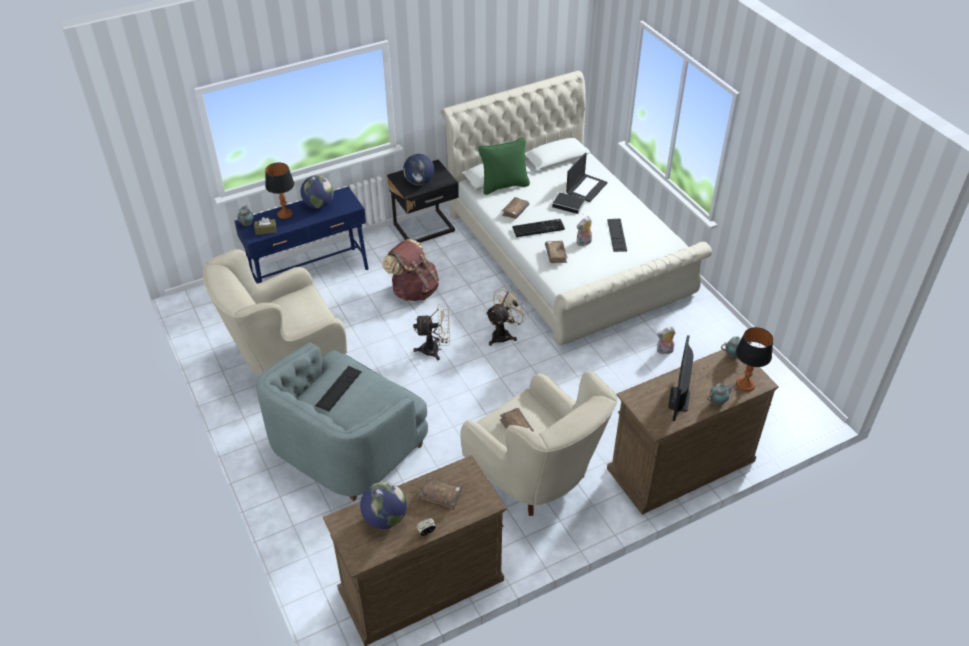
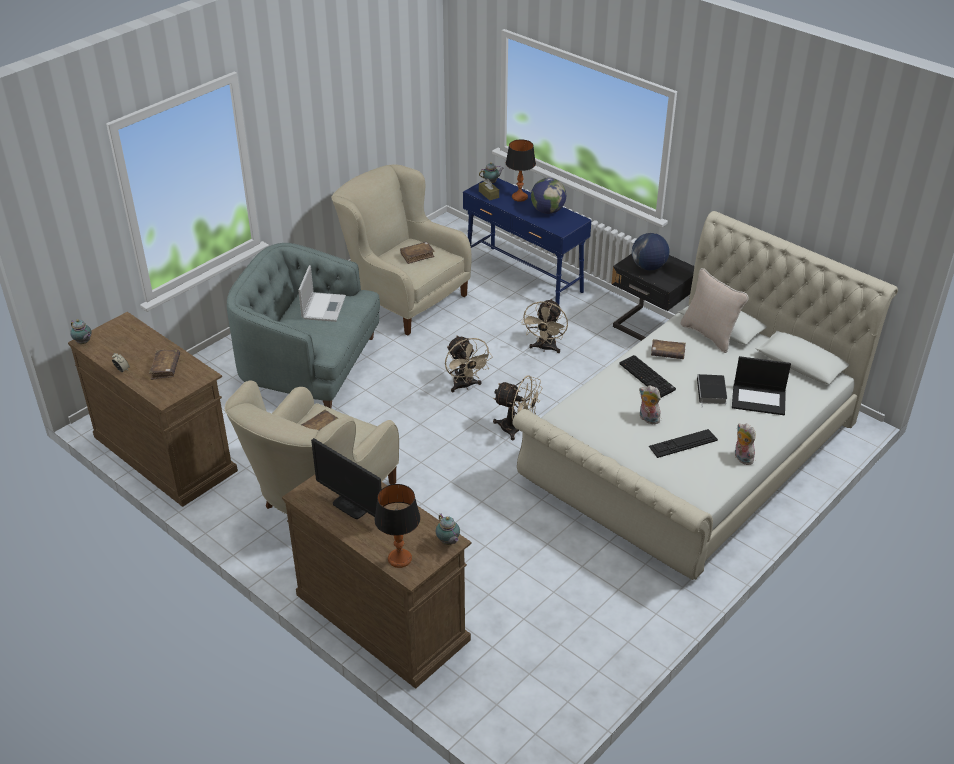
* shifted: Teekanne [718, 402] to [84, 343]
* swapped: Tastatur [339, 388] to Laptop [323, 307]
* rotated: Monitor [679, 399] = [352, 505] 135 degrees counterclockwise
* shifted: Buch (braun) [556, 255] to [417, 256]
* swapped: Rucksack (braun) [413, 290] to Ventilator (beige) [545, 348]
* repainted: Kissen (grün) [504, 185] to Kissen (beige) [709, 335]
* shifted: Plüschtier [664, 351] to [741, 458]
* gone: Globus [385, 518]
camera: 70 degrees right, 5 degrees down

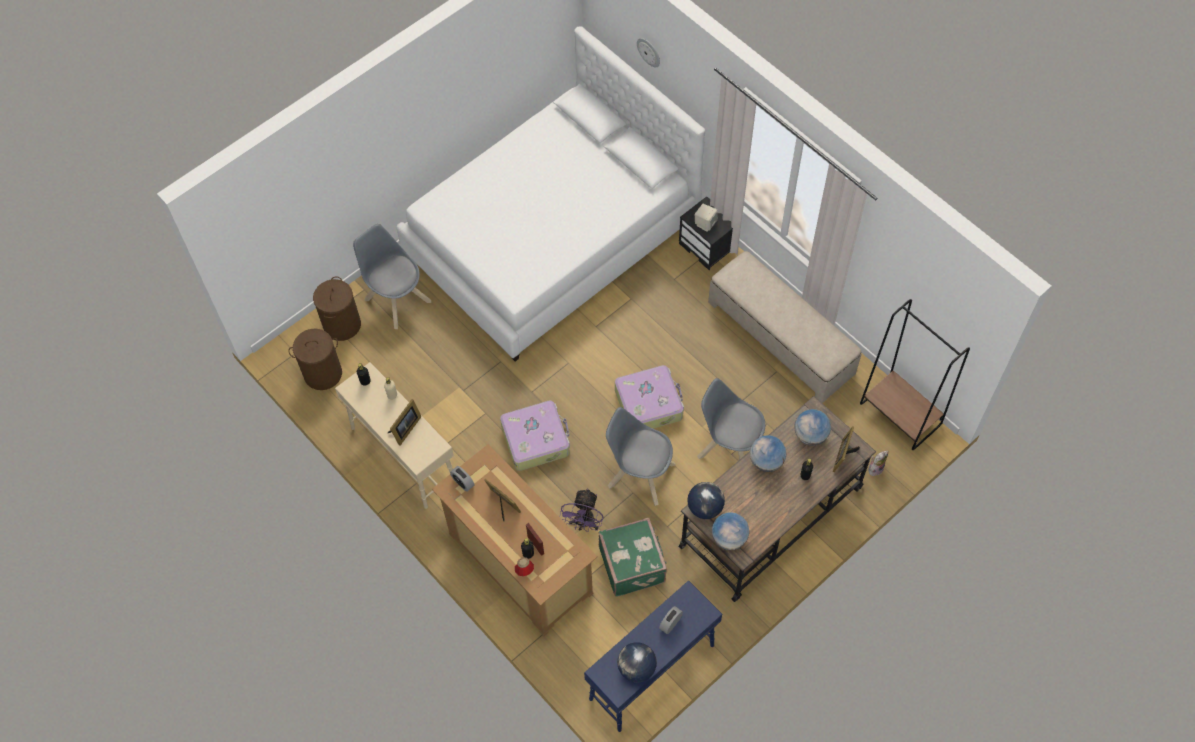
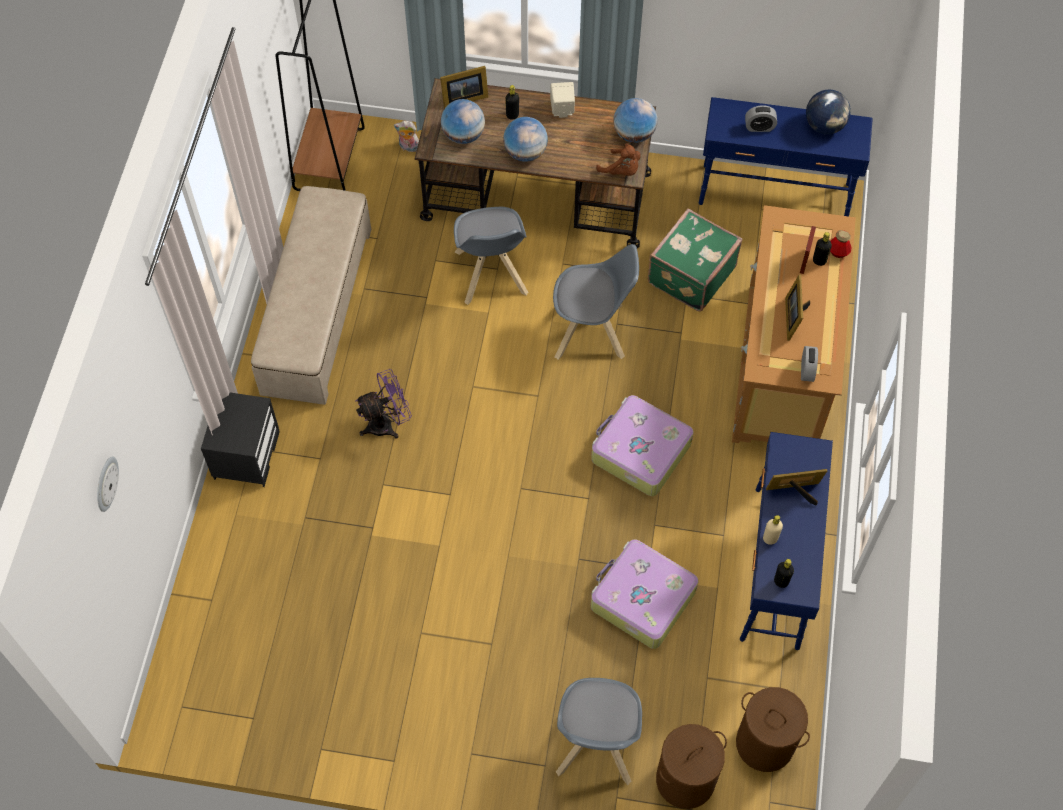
* shifted: Ventilator (lila) [584, 524] to [387, 424]
* shifted: Lautsprecher (beige) [705, 223] to [562, 109]
* rotated: Stuhl (grau) [639, 474] = [591, 331] 75 degrees counterclockwise
* shifted: Koffer [649, 403] to [641, 599]
* swapped: Globus [704, 507] to Plüschtier (braun) [621, 171]
* repainted: Konsolentisch (beige) [404, 455] to Konsolentisch (blau) [775, 567]
* gone: Bett (weiß) [552, 236]
camera: 130 degrees left, 0 degrees up

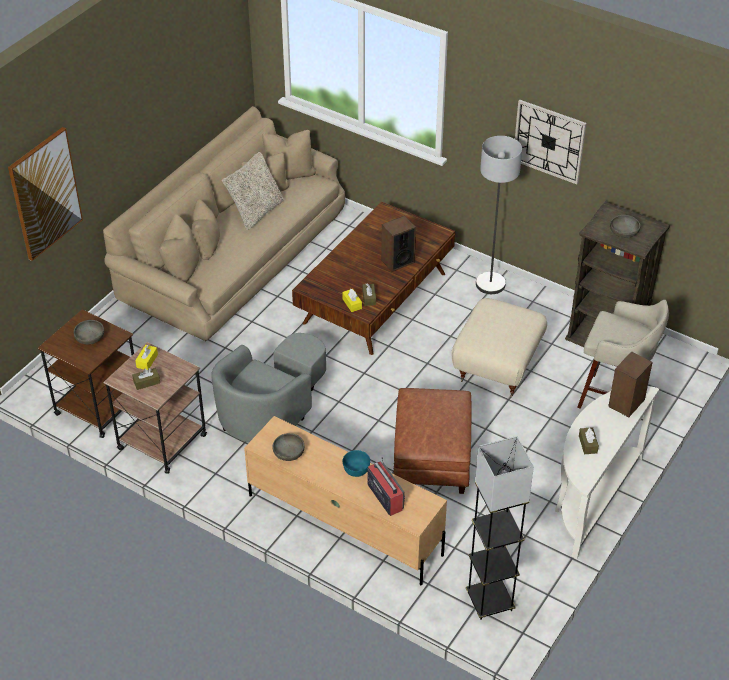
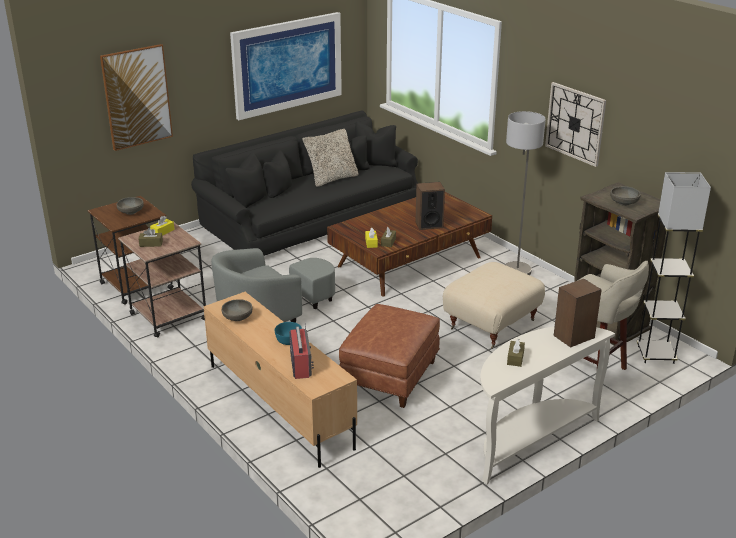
* repainted: Sofa (beige) [234, 255] to Sofa (schwarz) [312, 217]
* new: Bild [287, 64]
* shifted: Stehlampe (grau) [490, 601] to [656, 355]
camera: 20 degrees right, 15 degrees down

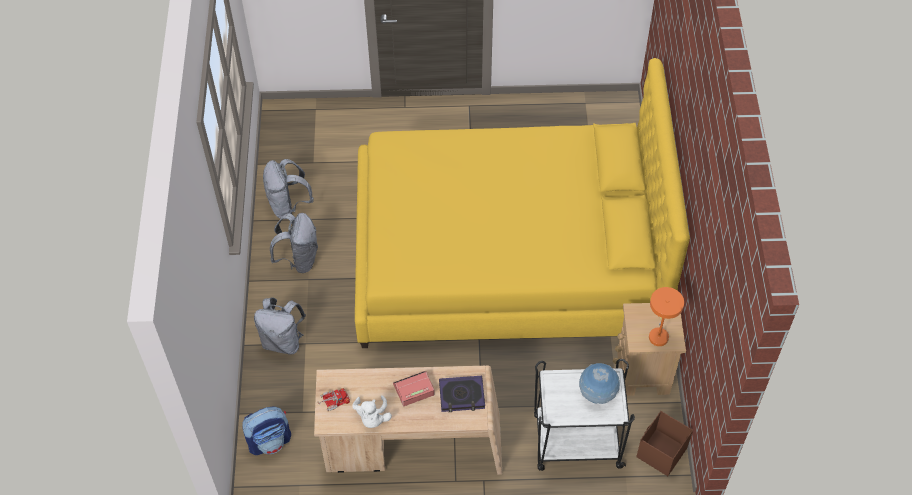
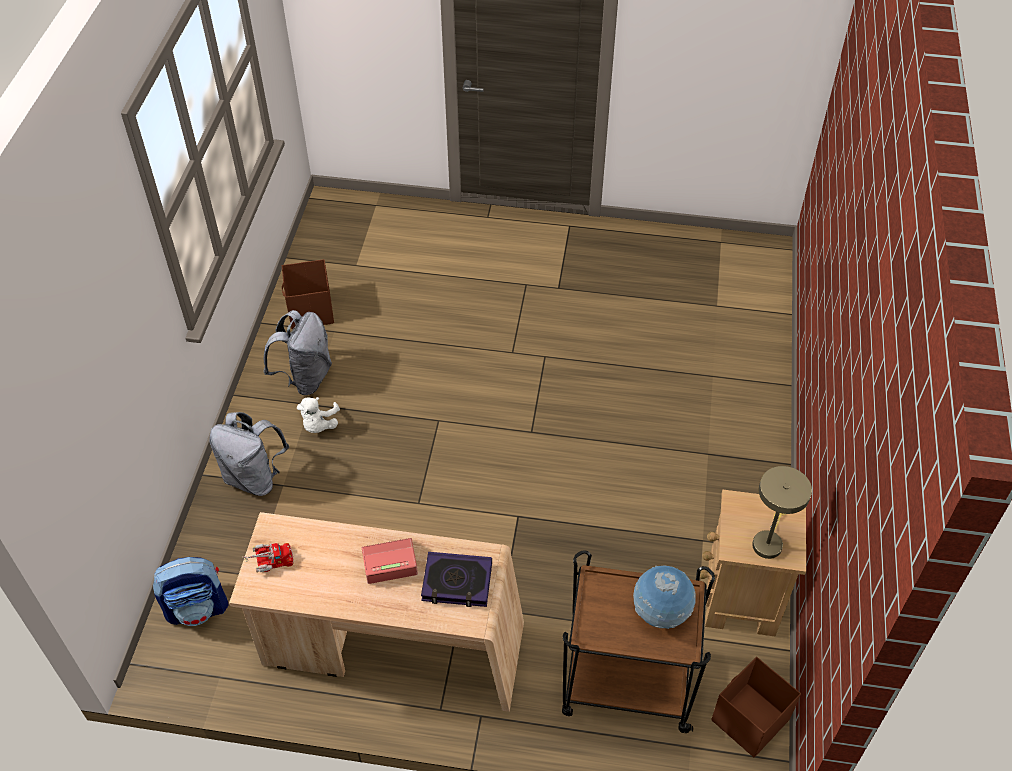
* swapped: Rucksack (grau) [288, 205] to Aufbewahrungsbox (braun) [310, 311]
* shifted: Plüschtier (weiß) [372, 418] to [319, 425]
* repainted: Rollwagen (weiß) [576, 441] to Rollwagen (braun) [626, 681]
* repainted: Tischlampe (orange) [659, 334] to Tischlampe (beige) [768, 541]
* gone: Bett (gelb) [508, 258]
camera: 10 degrees right, 5 degrees down

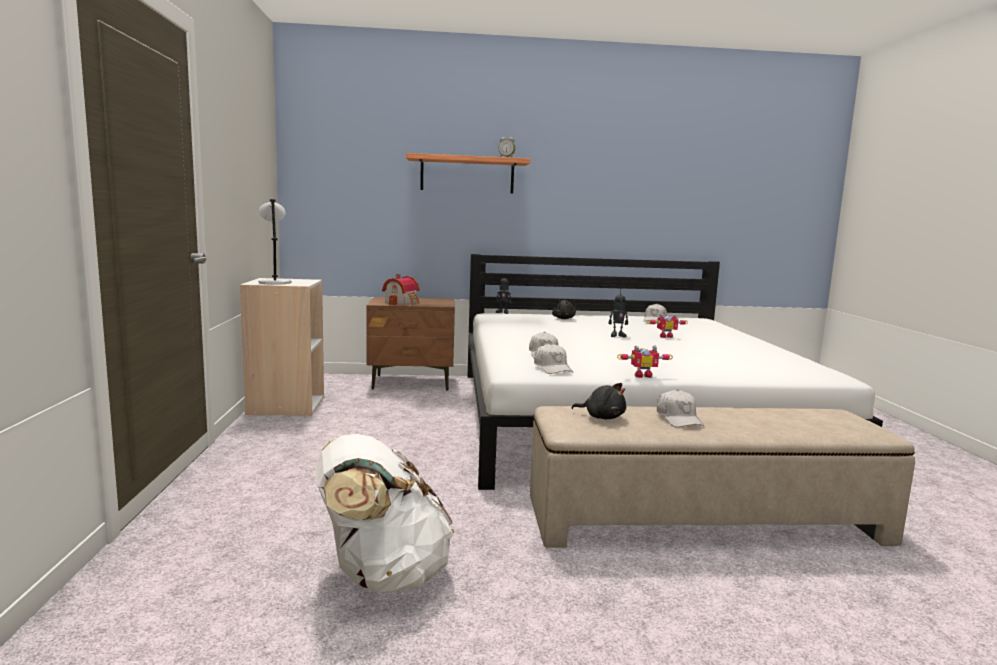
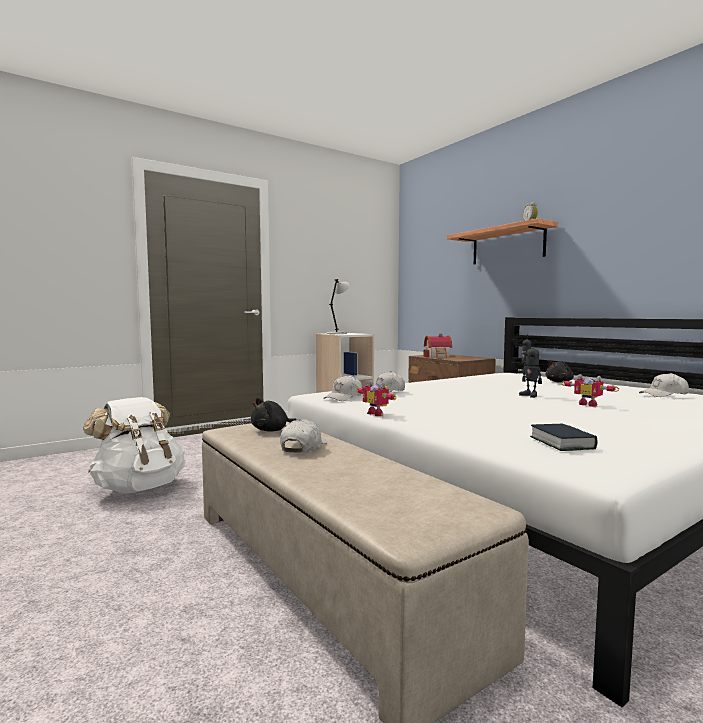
* rotated: Plüschtier (schwarz) [602, 417] = [272, 430] 60 degrees clockwise
* rotated: Kappe (weiß) [678, 419] = [303, 447] 150 degrees clockwise
* new: Buch [562, 443]
camera: 60 degrees right, 5 degrees down

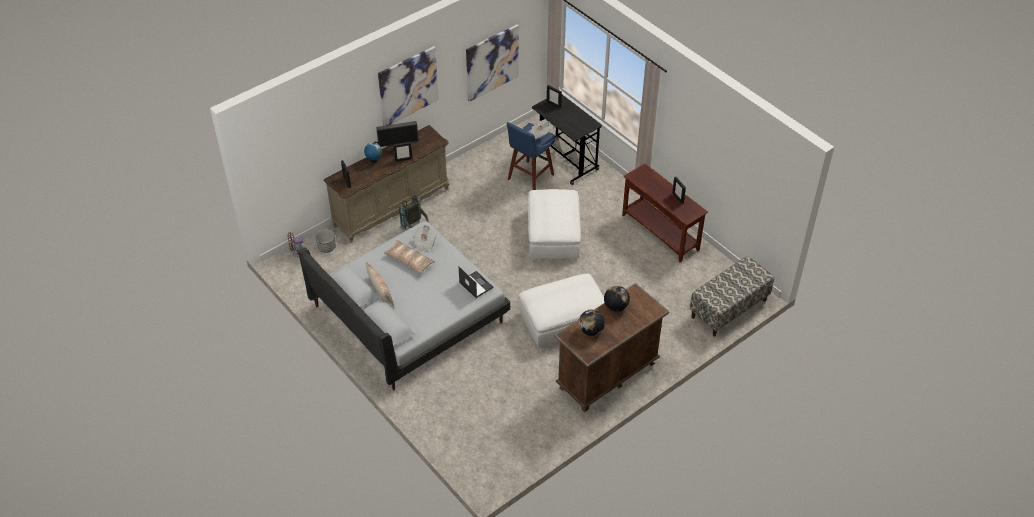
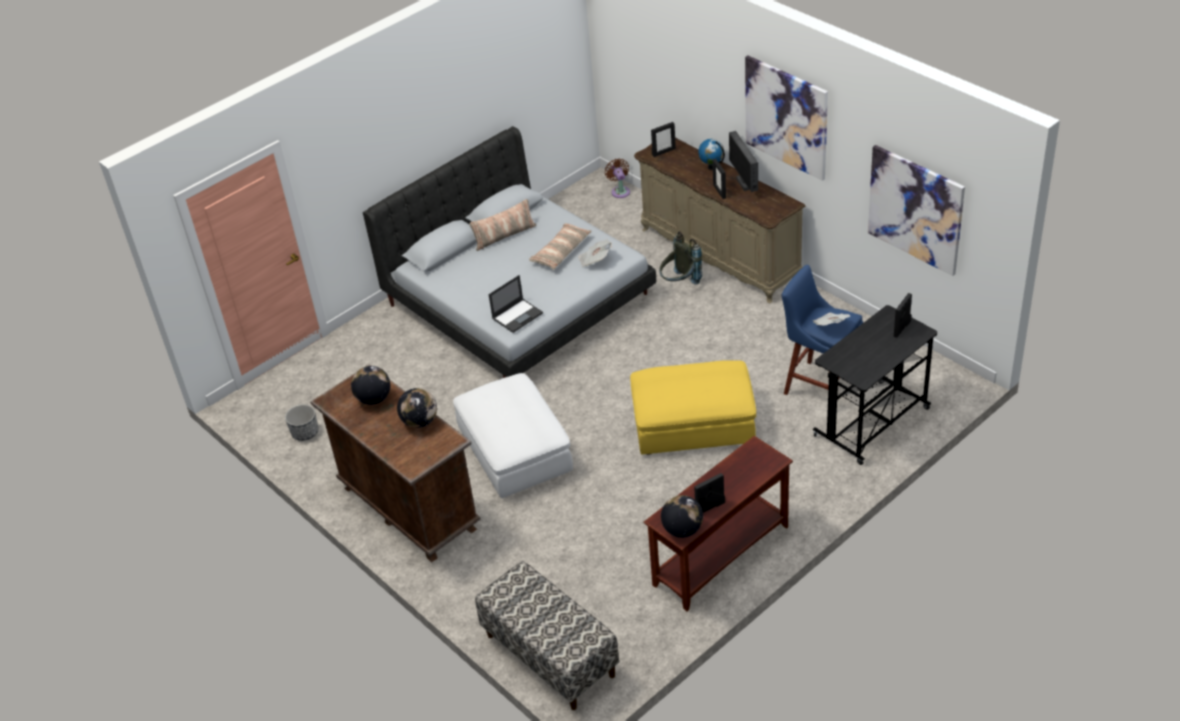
* shifted: Pflanzkübel [326, 247] to [305, 432]
* repainted: Polsterhocker (weiß) [553, 235] to Polsterhocker (gelb) [692, 425]
* new: Globus [682, 530]
camera: 90 degrees right, 5 degrees down

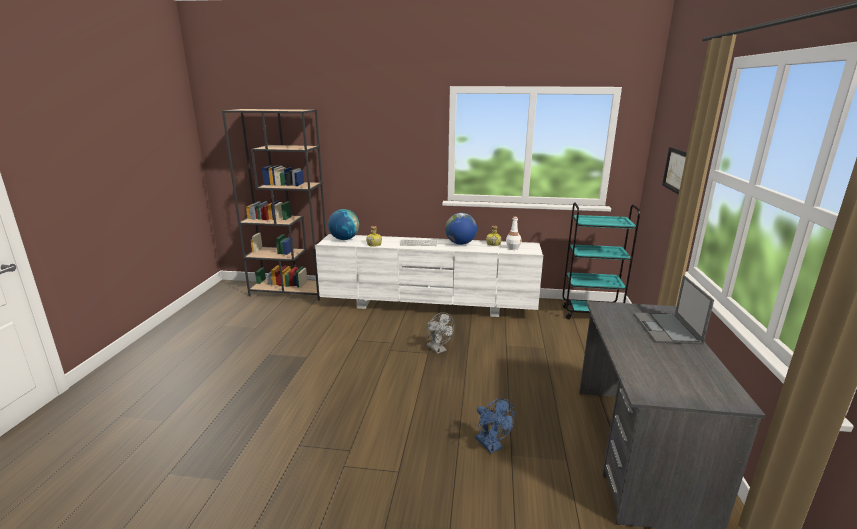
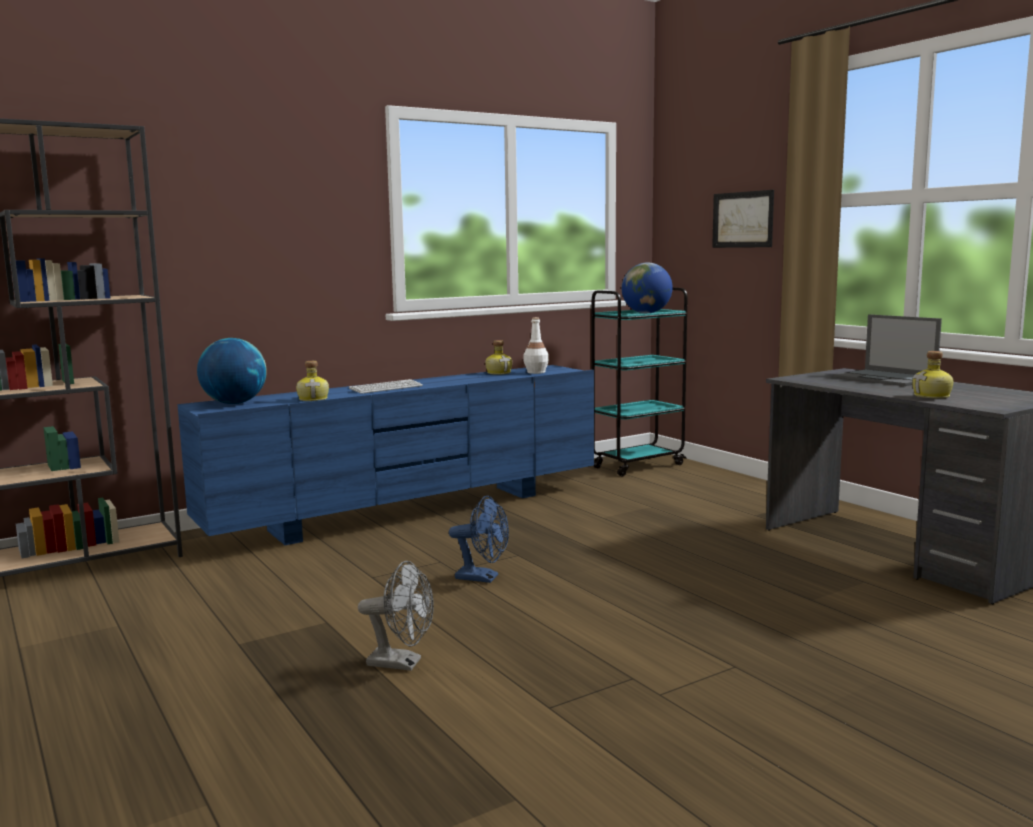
* repainted: Schrank (weiß) [428, 306] to Schrank (blau) [408, 512]
* shifted: Ventilator (grau) [438, 350] to [402, 663]
* shifted: Ventilator (blau) [491, 446] to [483, 578]
* shifted: Globus [460, 243] to [646, 313]
* new: Flasche [933, 396]
camera: 40 degrees left, 10 degrees down

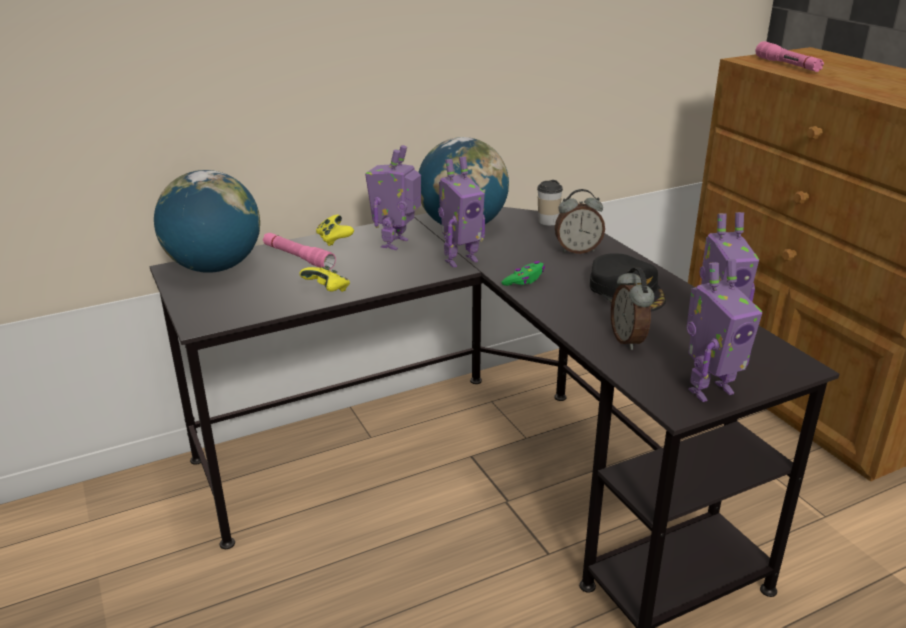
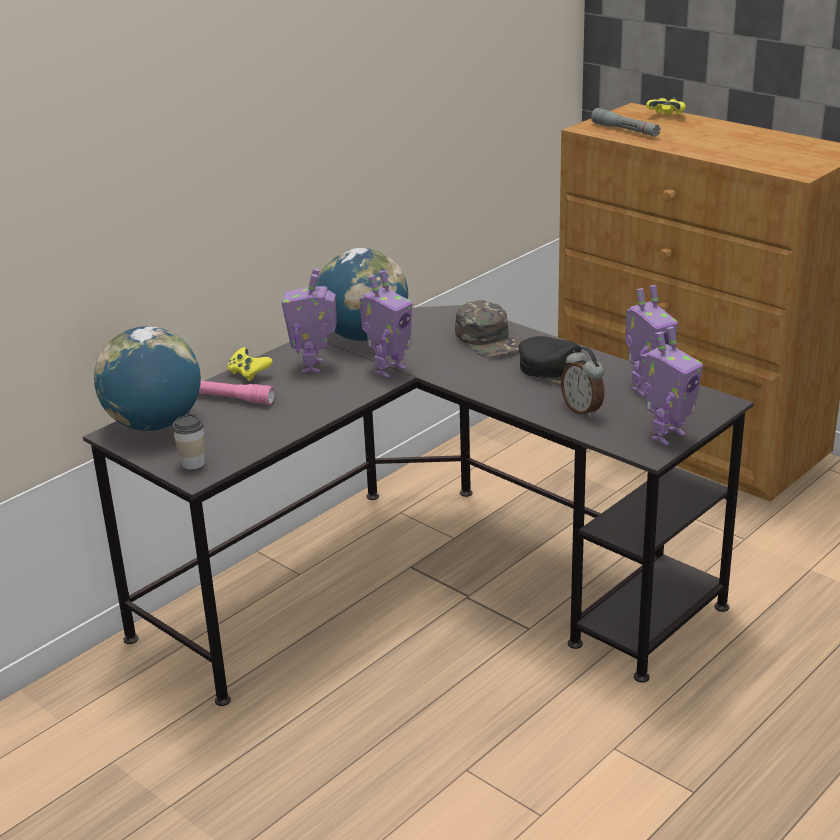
* shifted: Tasse [548, 222] to [192, 463]
* swapped: Wecker [577, 250] to Kappe (grün) [488, 340]
* repainted: Taschenlampe (rosa) [787, 65] to Taschenlampe (grau) [625, 130]
* shifted: Gamepad (gelb) [327, 290] to [667, 116]
* gone: Gamepad (grün) [524, 280]
camera: 20 degrees left, 0 degrees up

